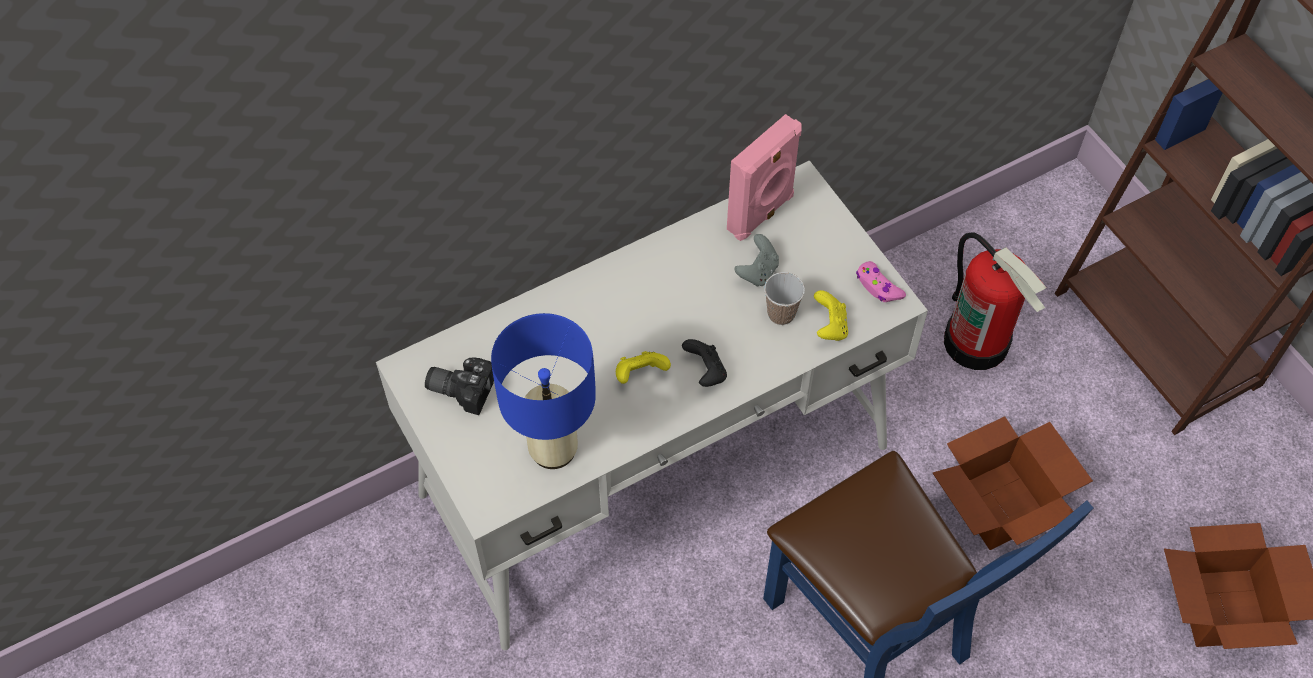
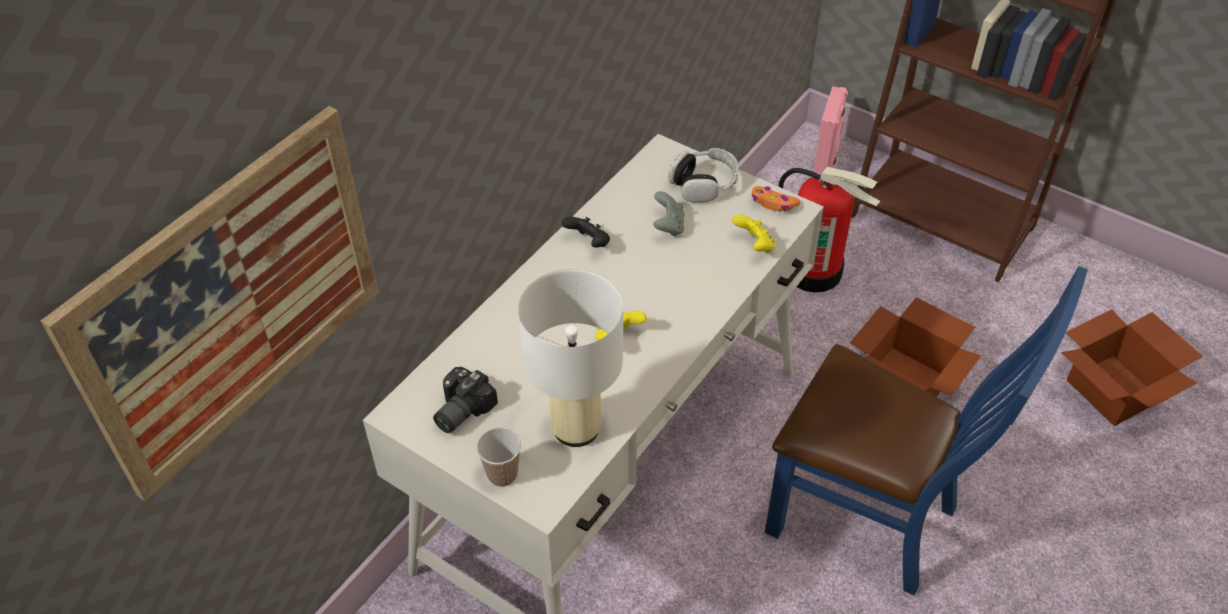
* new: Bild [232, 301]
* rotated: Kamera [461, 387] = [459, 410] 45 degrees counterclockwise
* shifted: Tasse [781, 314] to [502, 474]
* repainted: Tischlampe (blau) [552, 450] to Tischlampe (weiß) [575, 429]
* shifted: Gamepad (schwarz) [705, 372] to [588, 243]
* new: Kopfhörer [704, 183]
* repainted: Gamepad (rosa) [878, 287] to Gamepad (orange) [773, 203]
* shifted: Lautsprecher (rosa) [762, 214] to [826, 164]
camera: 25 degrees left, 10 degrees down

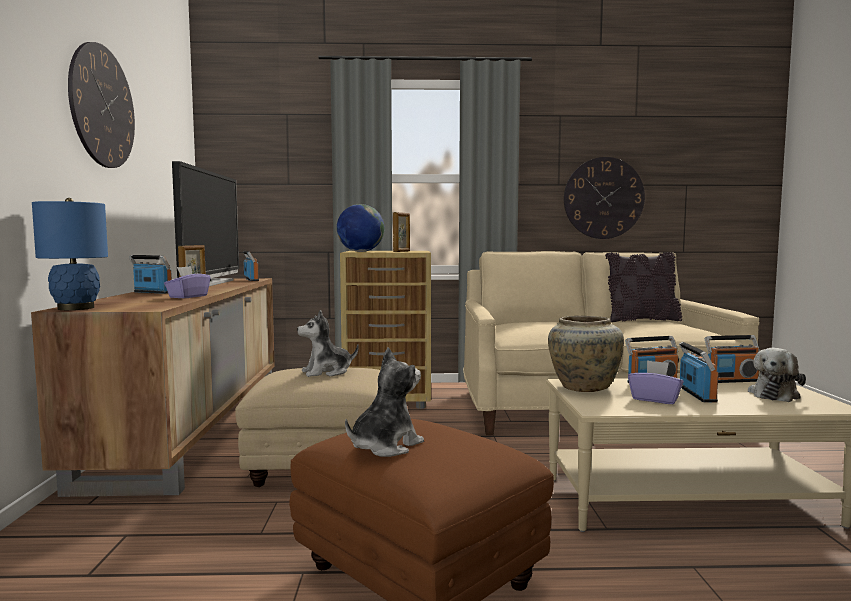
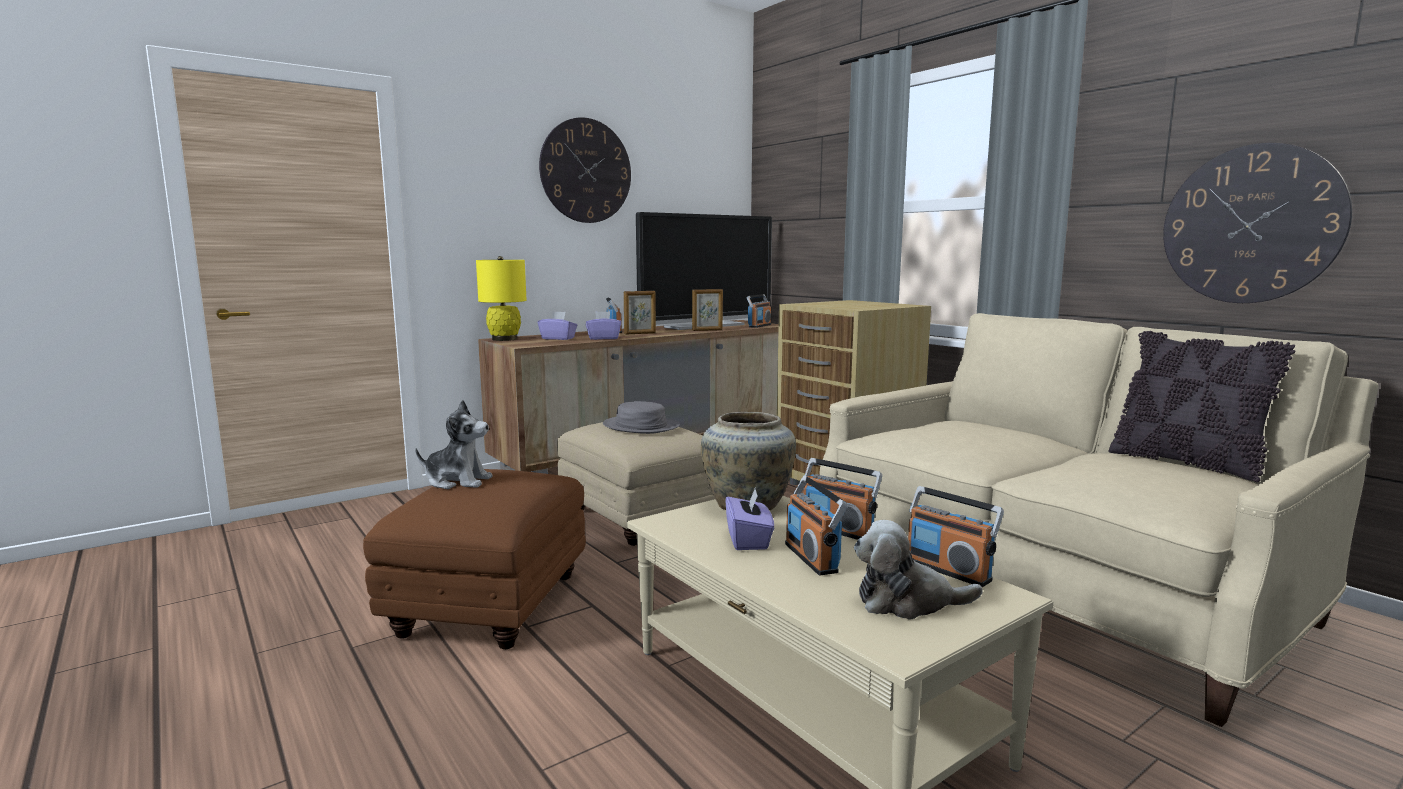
* repainted: Tischlampe (blau) [76, 308] to Tischlampe (gelb) [504, 339]
* new: Taschentuchbox (lila) [558, 338]
* swapped: Plüschtier [327, 372] to Hut (grau) [641, 426]
* shifted: Bilderrahmen [402, 251] to [707, 330]
* rotated: Radio [697, 395] = [812, 558] 105 degrees clockwise
* gone: Globus [360, 251]
camera: 55 degrees right, 5 degrees up

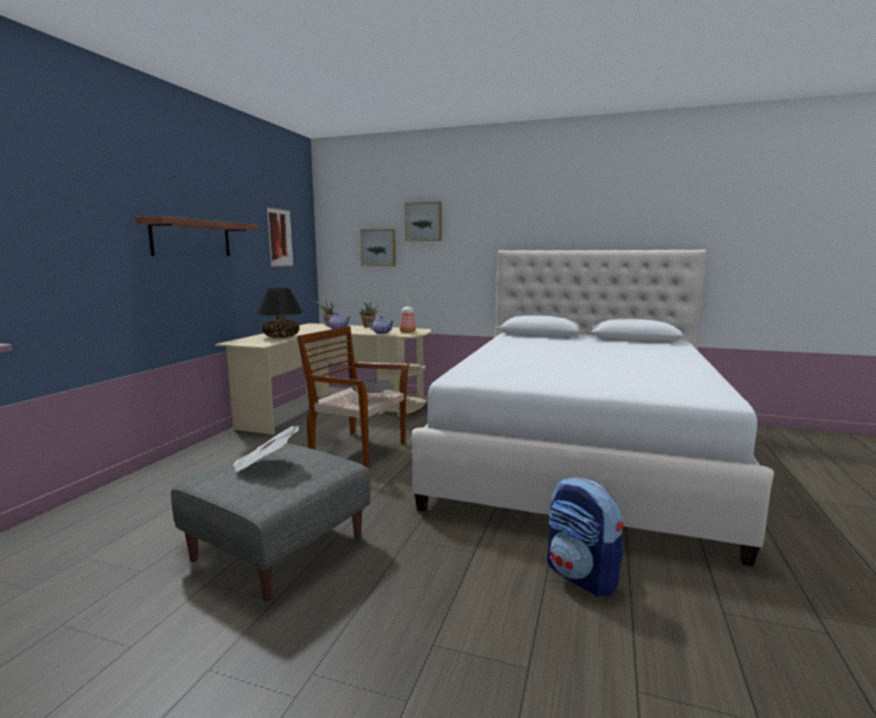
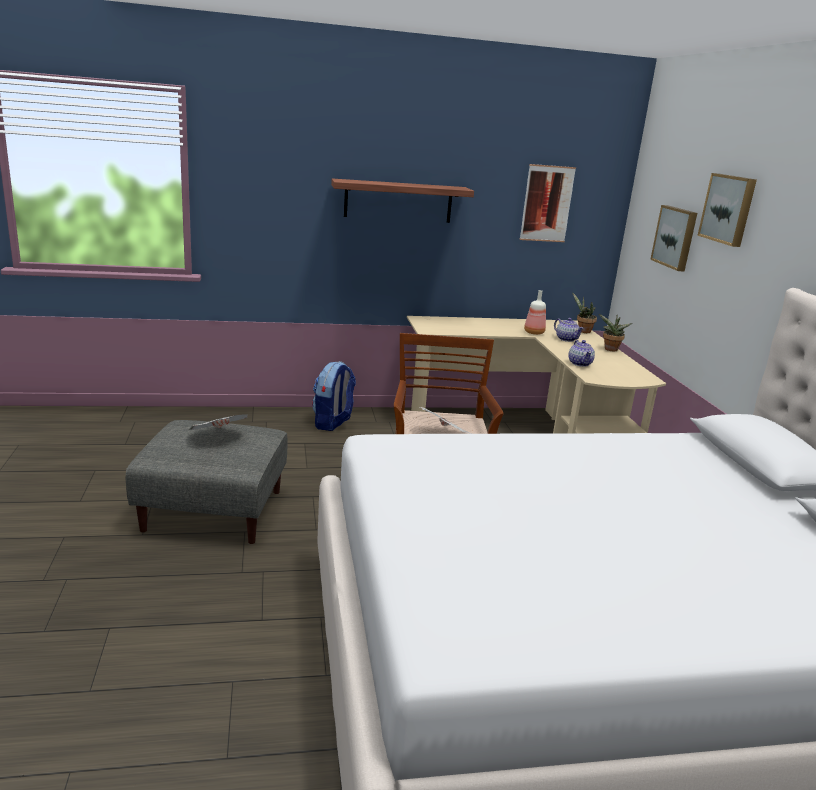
* shifted: Rucksack [582, 576] to [333, 423]
* shifted: Flasche [407, 332] to [533, 332]
* gone: Tischlampe (schwarz) [281, 336]
camera: 60 degrees right, 10 degrees up

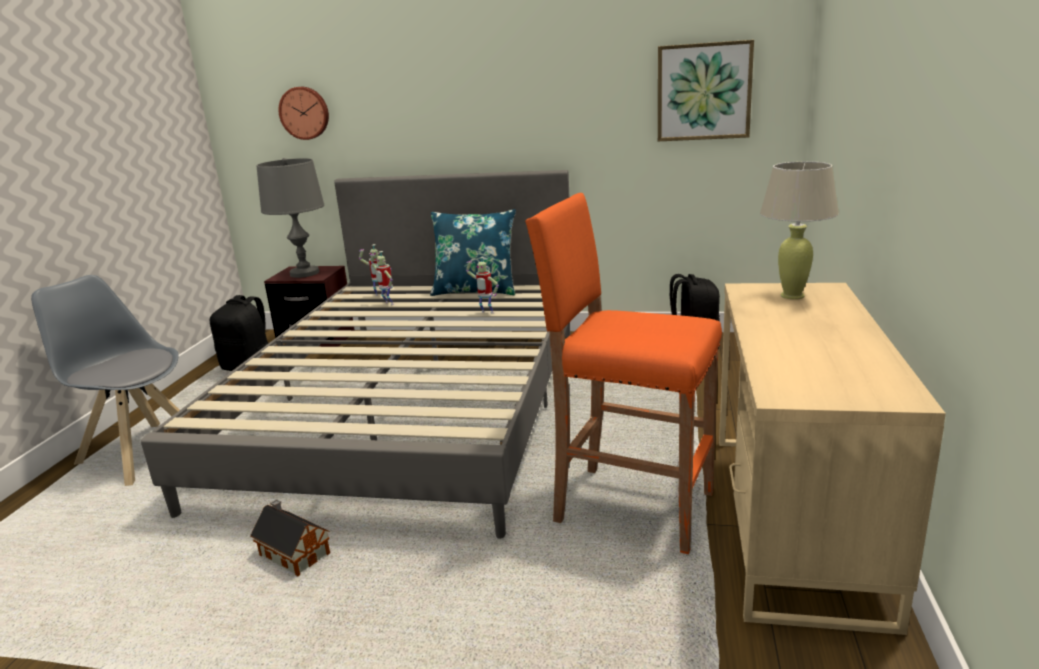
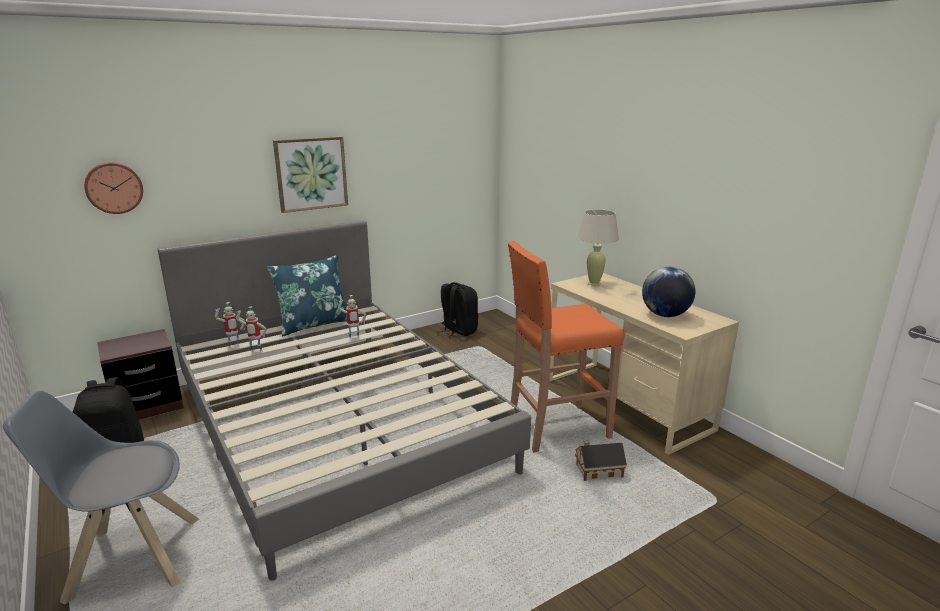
* shifted: Bild [703, 91] to [311, 173]
* shifted: Spielzeughaus [293, 554] to [597, 471]
* new: Globus [665, 315]
* gone: Tischlampe (grau) [304, 273]
camera: 45 degrees left, 0 degrees up

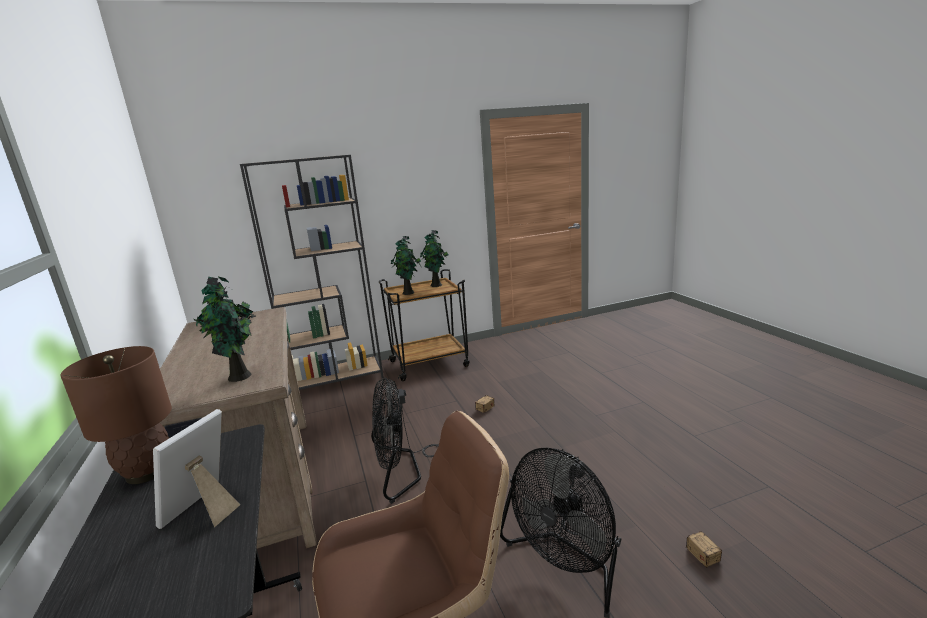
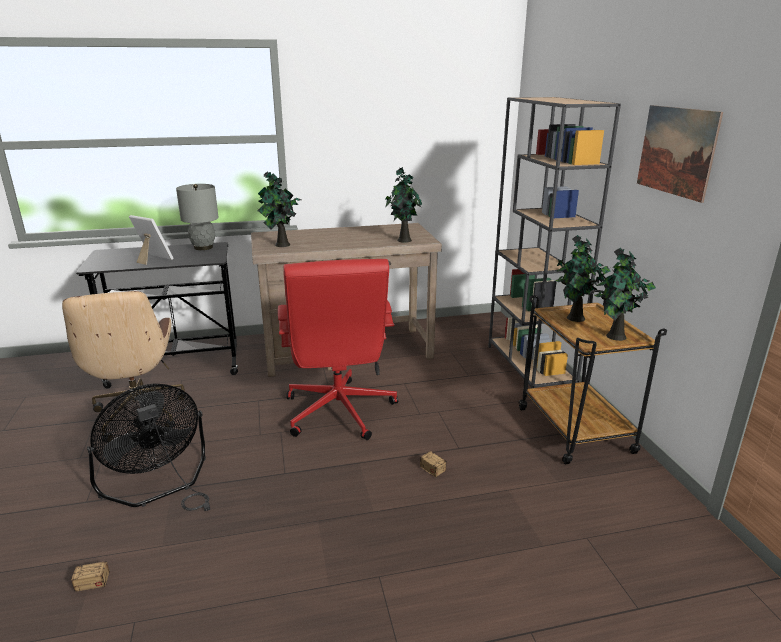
* repainted: Tischlampe (braun) [146, 472] to Tischlampe (grau) [203, 247]
* swapped: Ventilator (schwarz) [402, 467] to Bürostuhl (rot) [339, 409]
* new: Topfpflanze [403, 240]
* new: Bild [676, 151]
camera: 95 degrees right, 5 degrees up

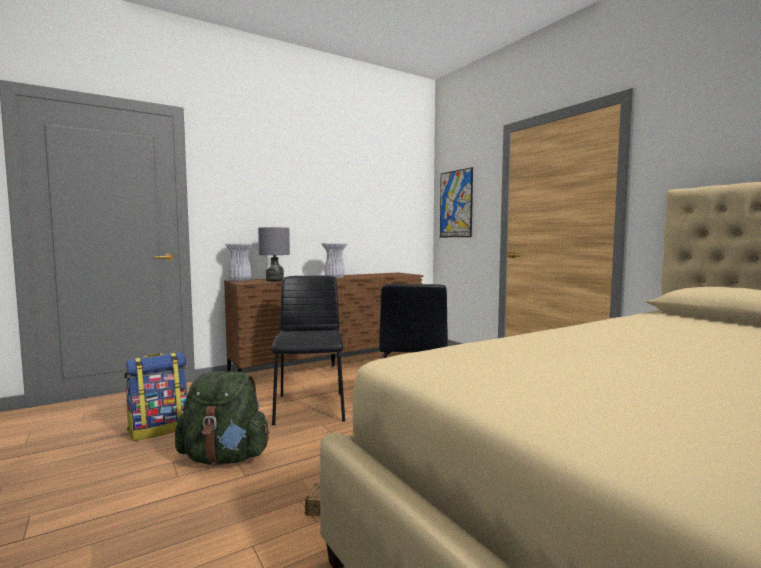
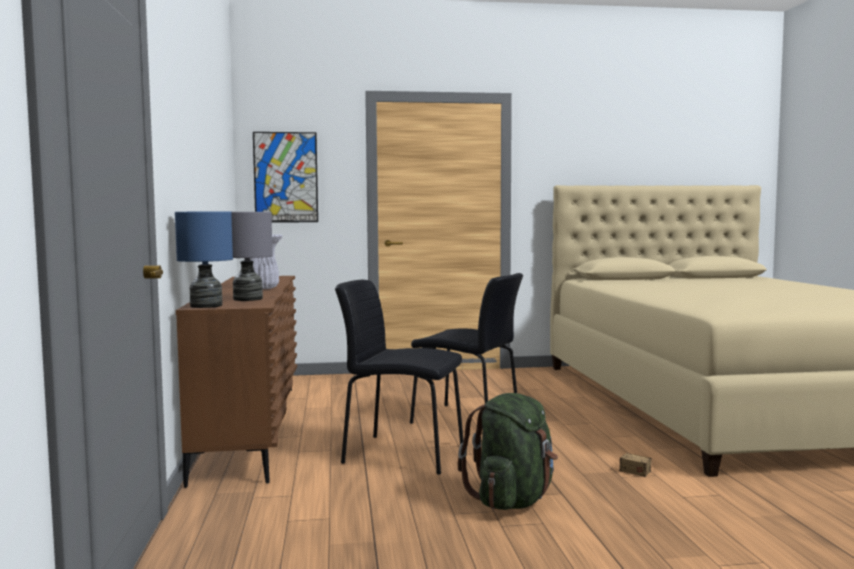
* swapped: Vase (weiß) [240, 280] to Tischlampe (blau) [206, 306]
* gone: Rucksack [159, 429]
camera: 65 degrees left, 0 degrees up

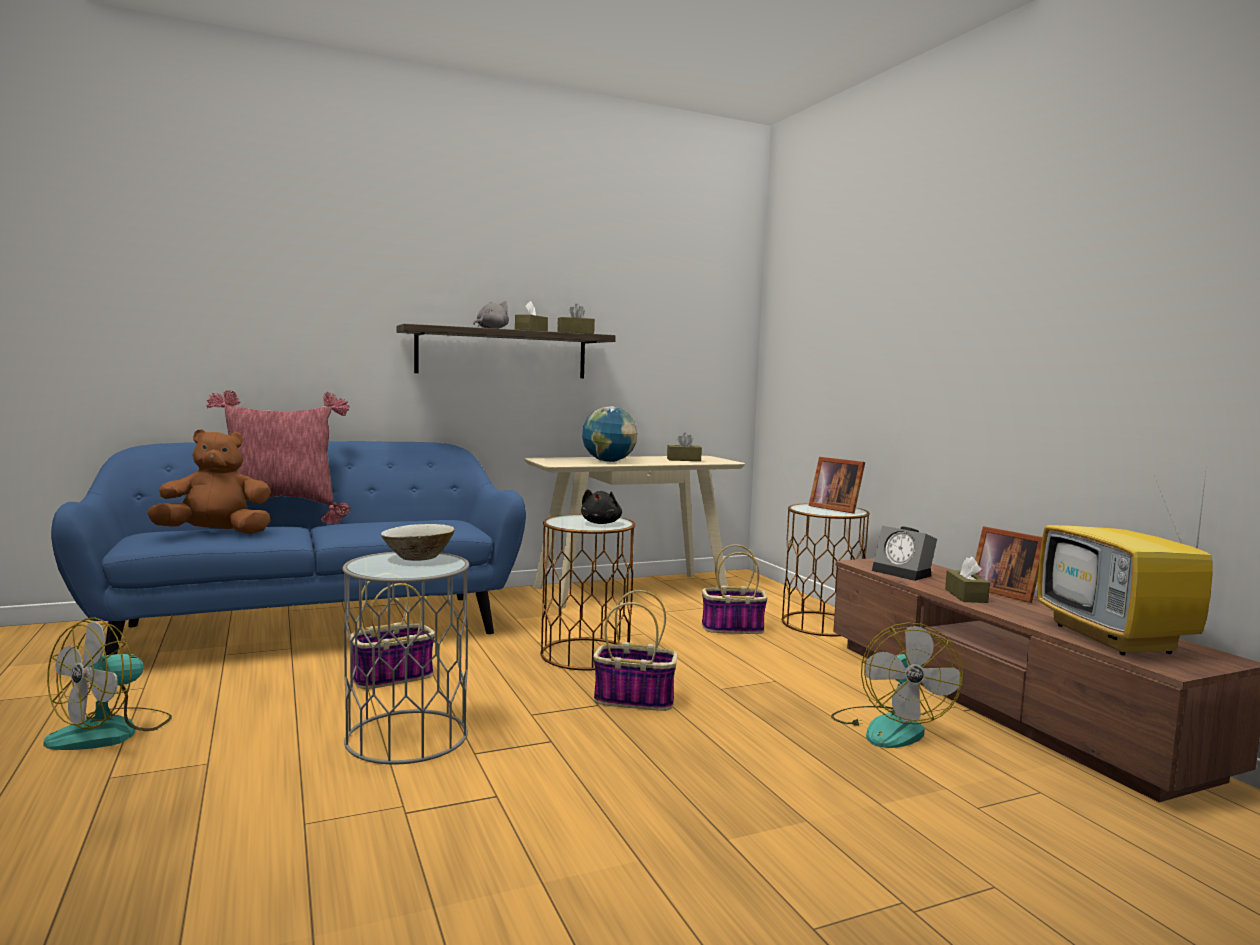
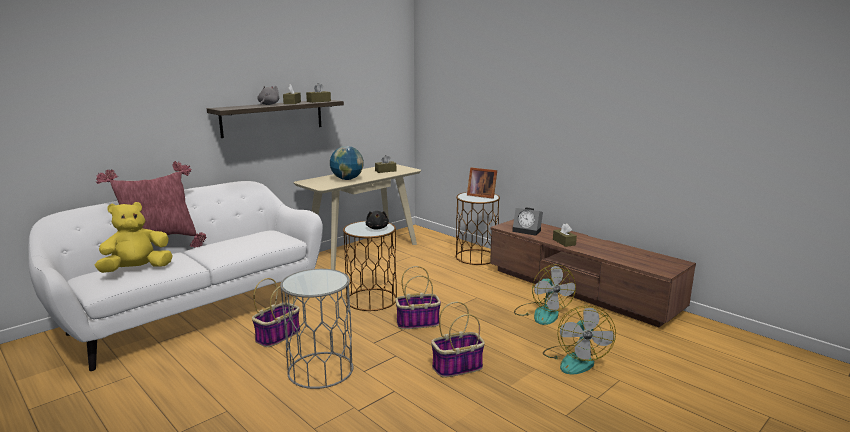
* repainted: Sofa (blau) [312, 628] to Sofa (weiß) [194, 312]
* repainted: Plüschtier (braun) [215, 534] to Plüschtier (gelb) [137, 270]
* shifted: Korb [732, 628] to [457, 367]
* shifted: Ventilator [111, 731] to [575, 360]
* gone: Schüssel (beige) [418, 557]
* gone: Bilderrahmen [1004, 593]
* gone: Fernseher [1116, 640]
camera: 20 degrees left, 10 degrees up

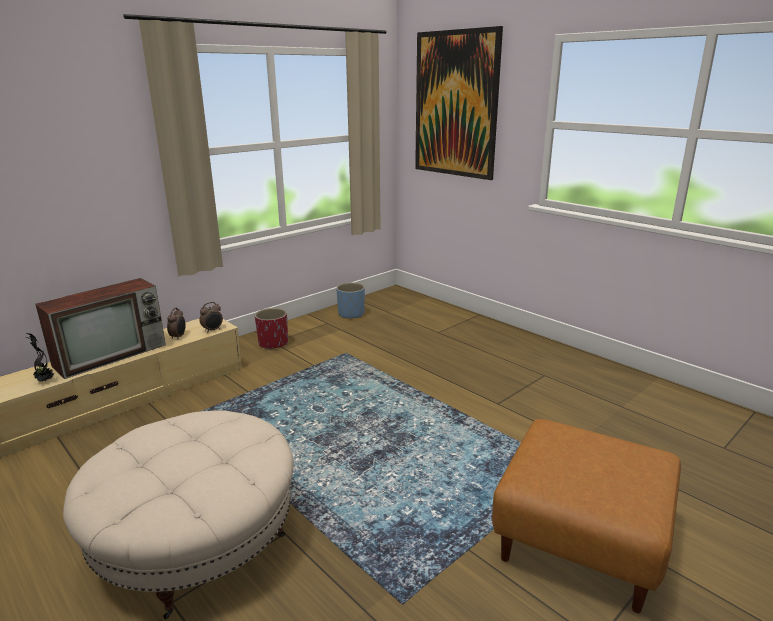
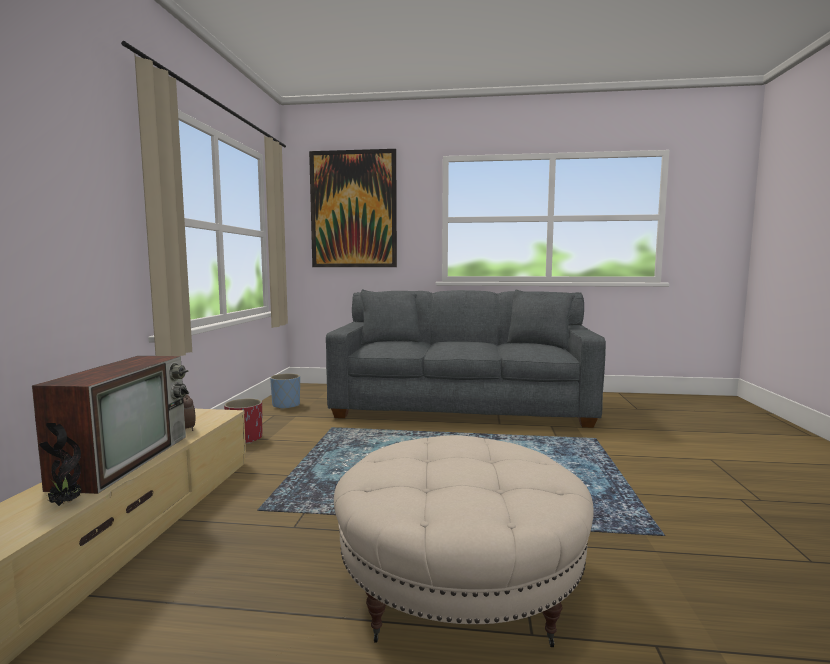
* new: Sofa (grau) [462, 407]
* gone: Wecker [213, 330]
* gone: Polsterhocker (braun) [581, 541]
camera: 40 degrees left, 15 degrees down

